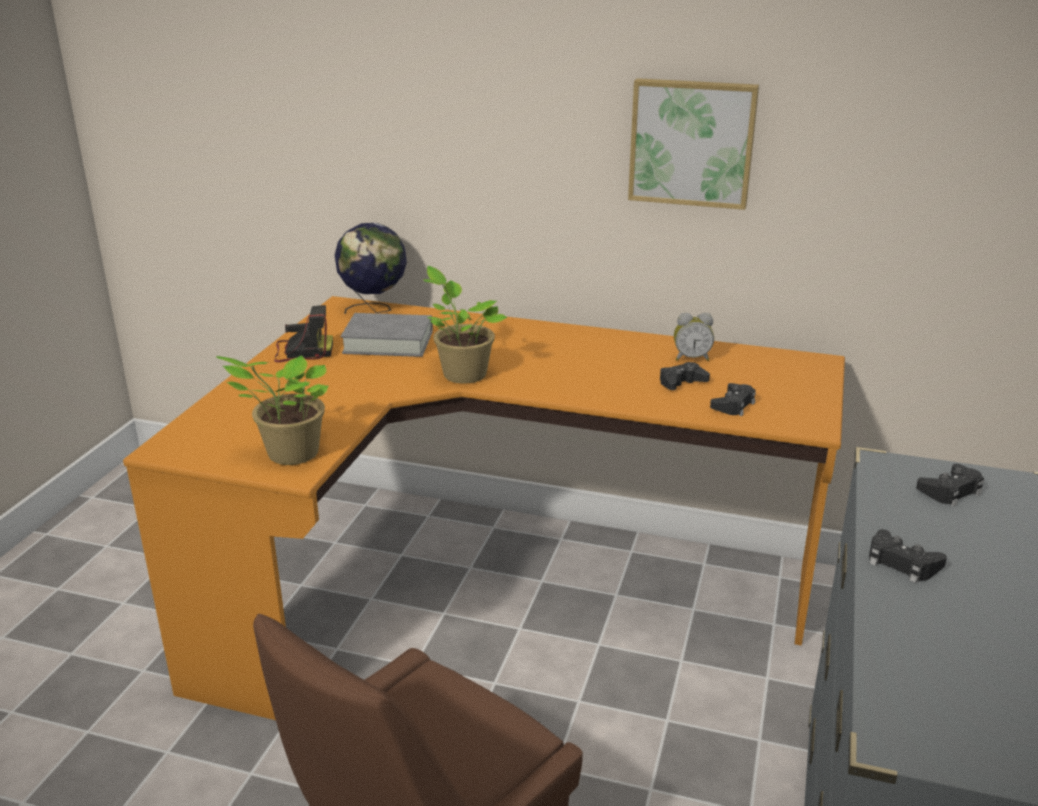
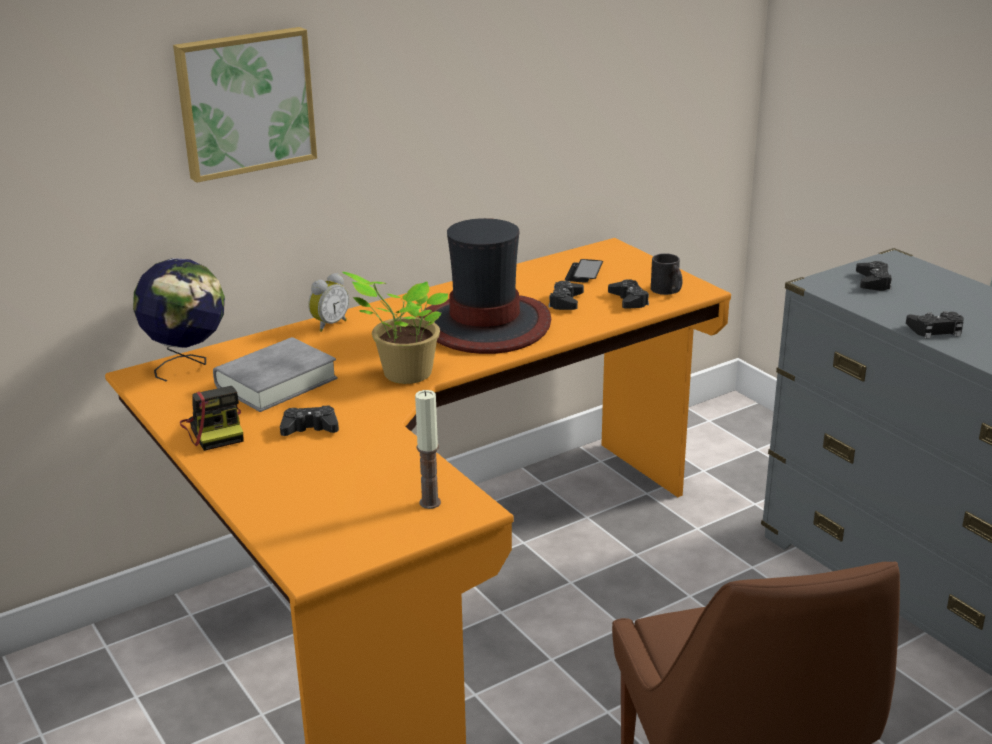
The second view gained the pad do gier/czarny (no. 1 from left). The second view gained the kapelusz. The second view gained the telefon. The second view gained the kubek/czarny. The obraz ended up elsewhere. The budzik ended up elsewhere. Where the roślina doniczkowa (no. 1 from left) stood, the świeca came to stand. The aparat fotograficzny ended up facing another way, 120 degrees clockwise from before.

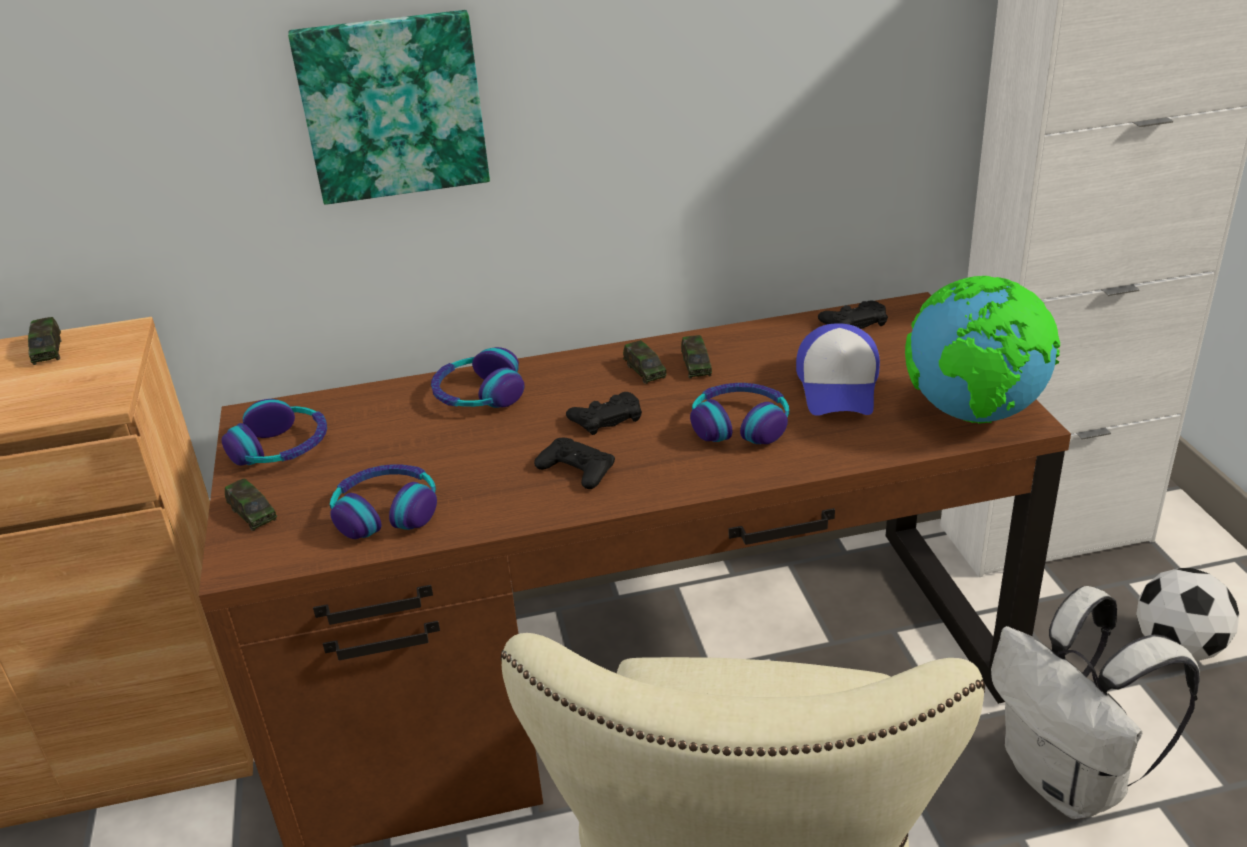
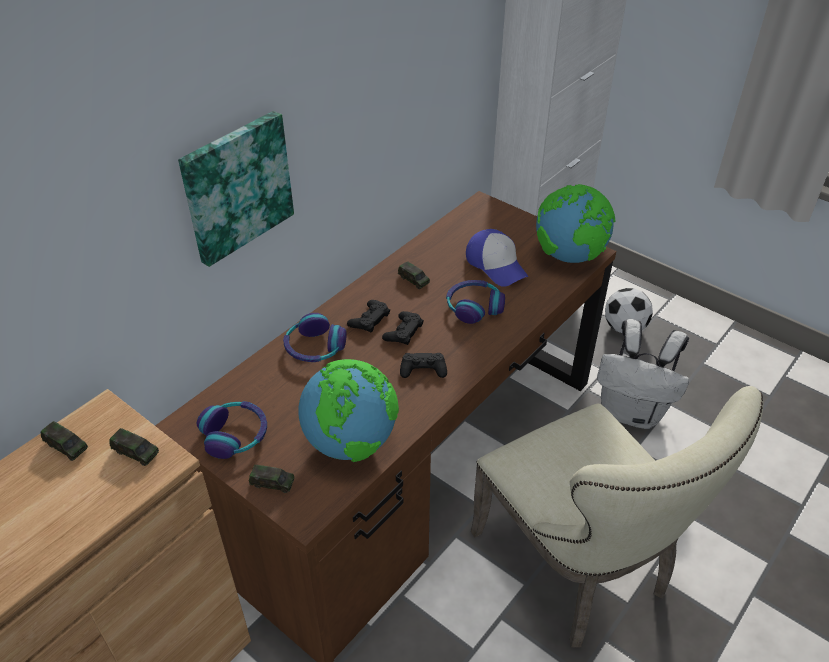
The samochodzik (no. 3 from left in the first image) ended up elsewhere. The pad do gier/czarny (no. 3 from left in the first image) ended up elsewhere. Where the słuchawki (no. 2 from left) stood, the globus (no. 1 from left) came to stand.

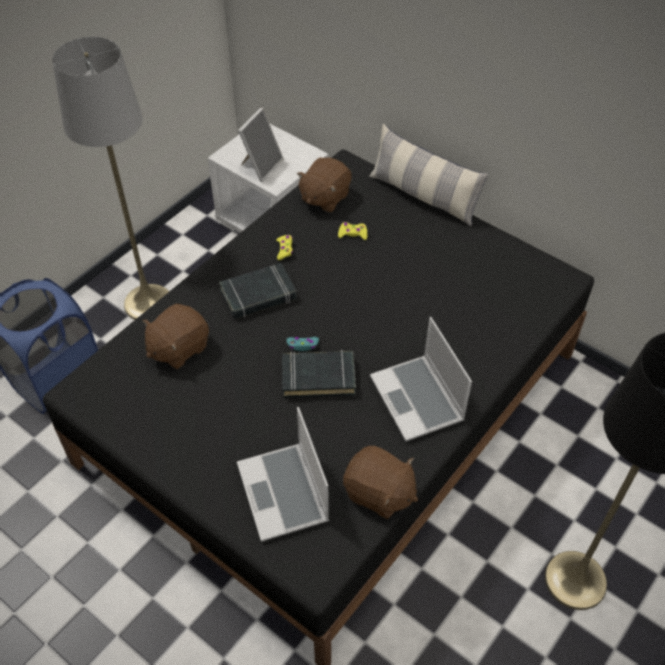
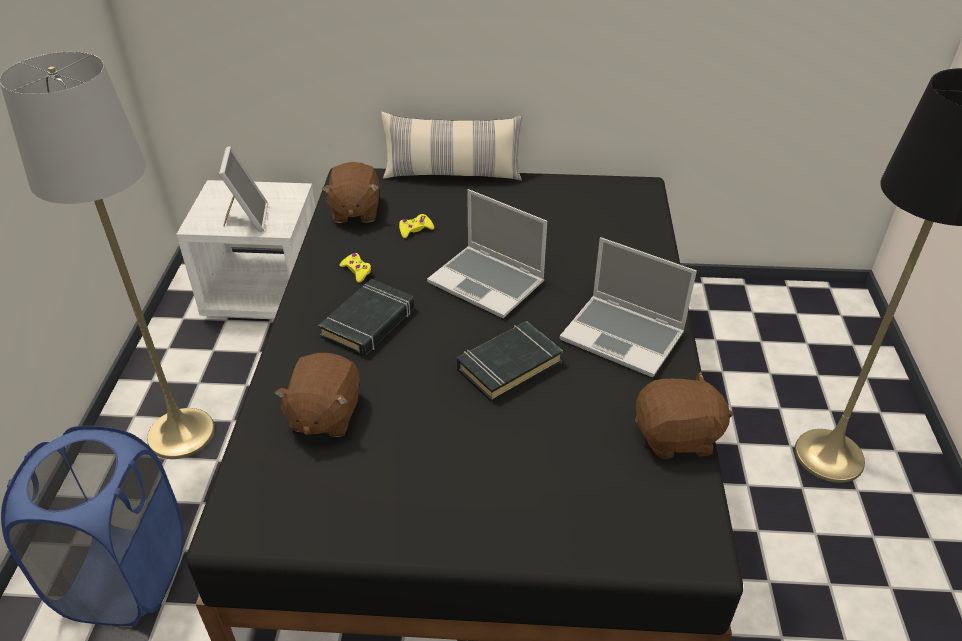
The second view lost the pad do gier/turkusowy. The laptop (no. 1 from left) ended up elsewhere.

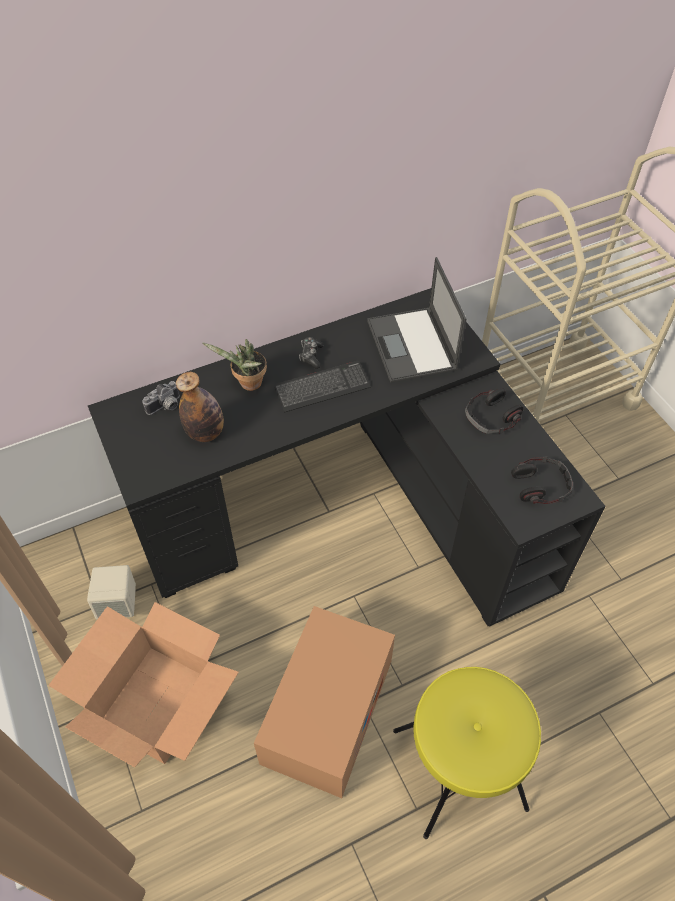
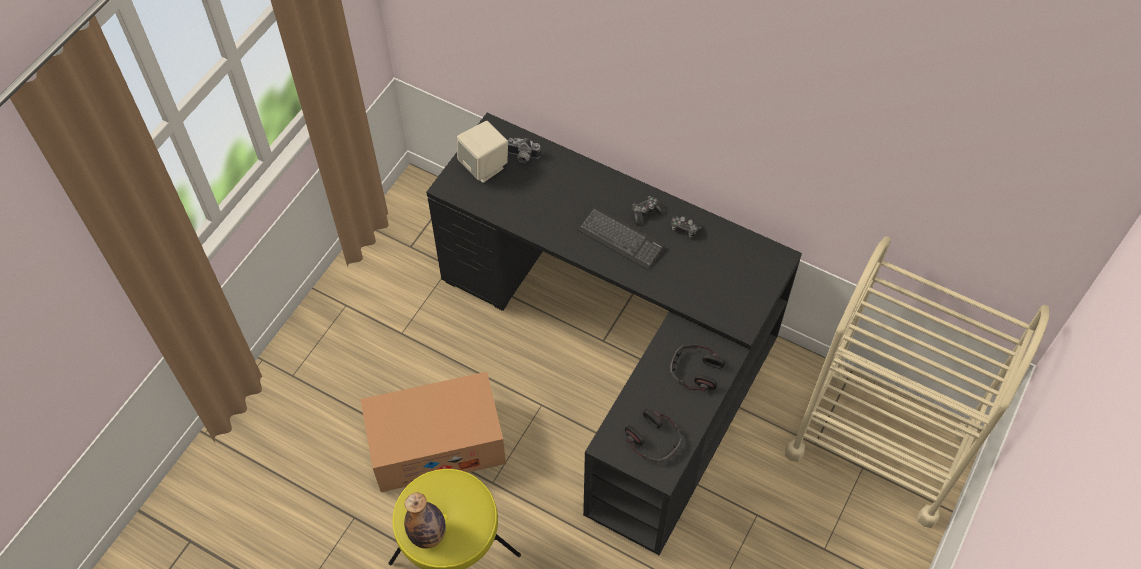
The second view lost the karton (no. 1 from left). The second view lost the roślina doniczkowa. The second view lost the laptop. The second view gained the pad do gier (no. 2 from left). The głośnik/beżowy ended up elsewhere. The butelka ended up elsewhere.

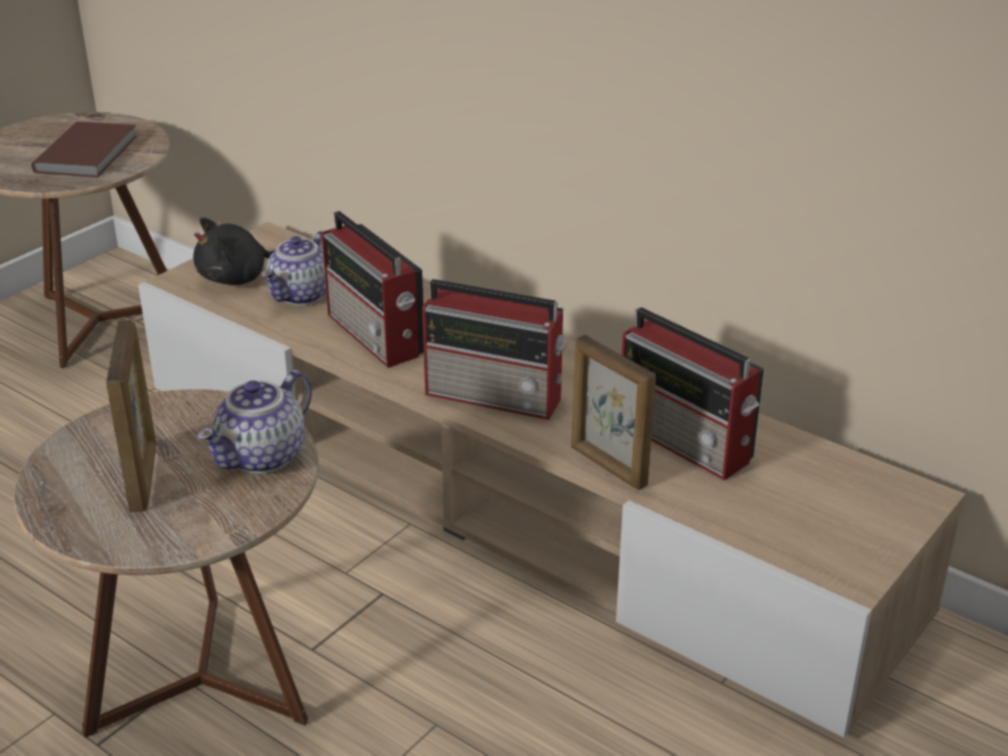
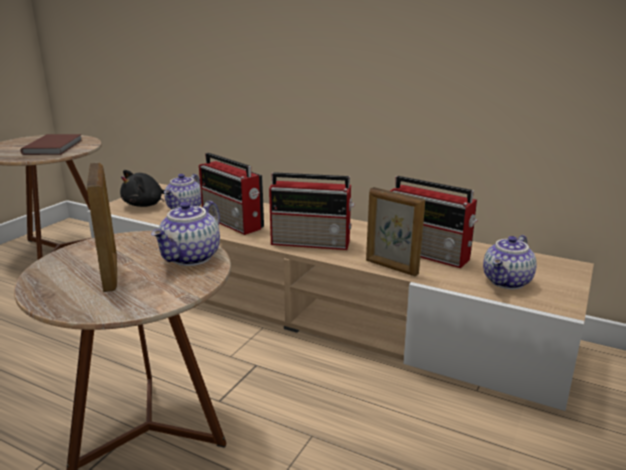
The second view gained the imbryk (no. 3 from left).

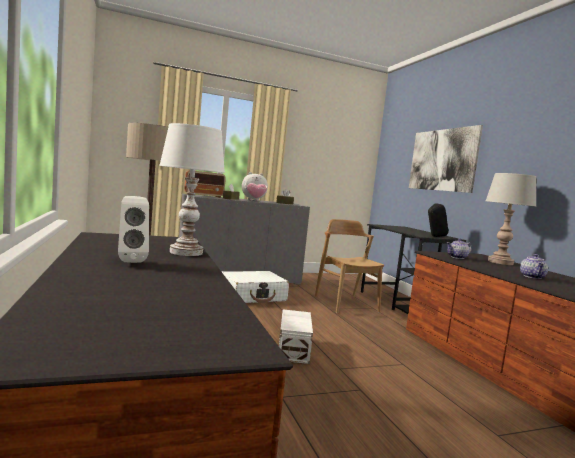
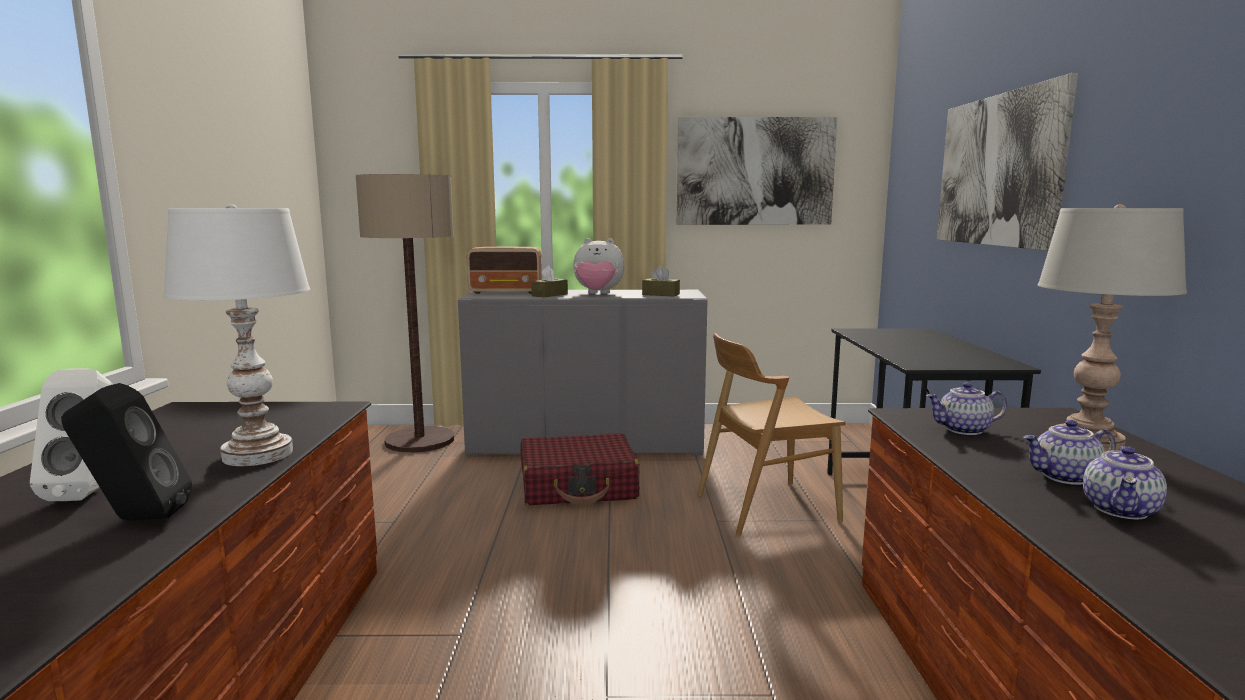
The second view lost the pojemnik do przechowywania/biały. The second view gained the obraz (no. 1 from left). The second view gained the imbryk (no. 2 from left). The głośnik/czarny ended up elsewhere. What was the walizka/biały turned into the walizka/czerwony. The krzesło/brązowy ended up facing another way, 105 degrees counterclockwise from before.

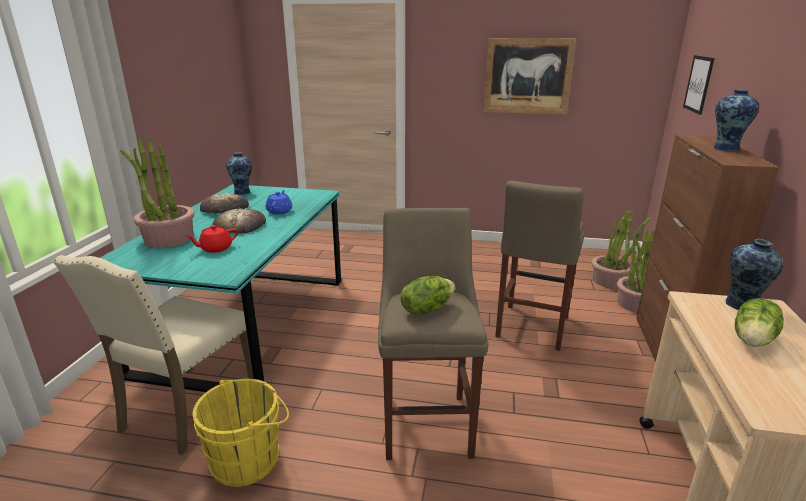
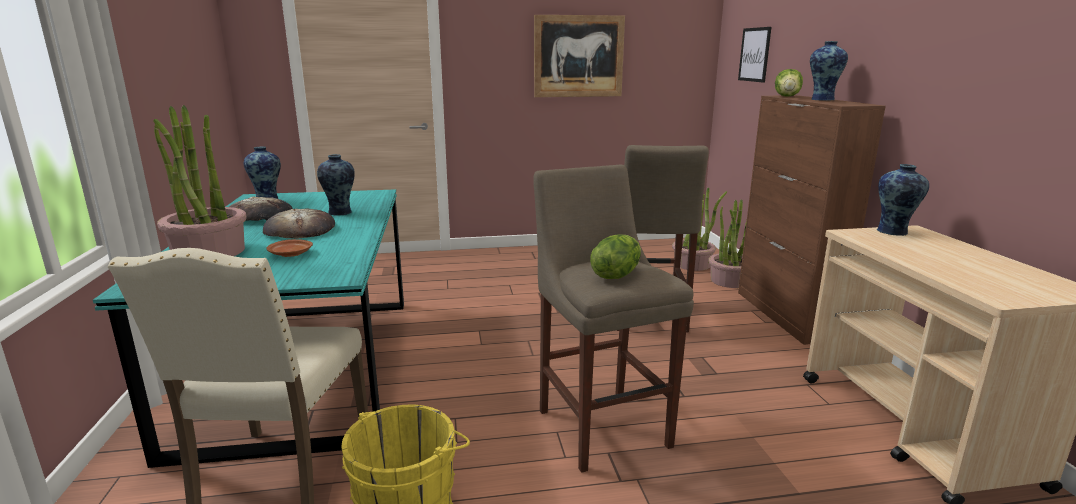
The sałata (no. 2 from left) ended up elsewhere. Where the imbryk/czerwony stood, the talerz/brązowy came to stand. Where the imbryk/niebieski stood, the wazon (no. 2 from left) came to stand.

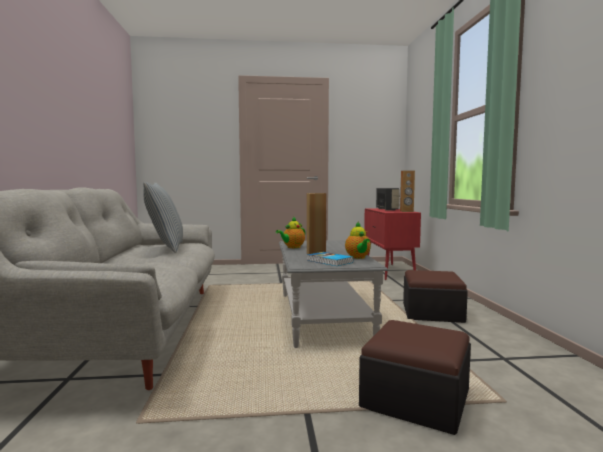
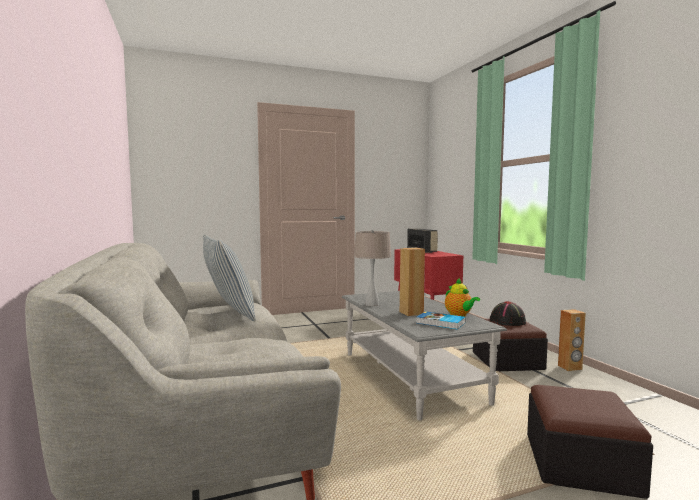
The second view gained the kapelusz/czarny. The głośnik/brązowy (no. 2 from left) ended up elsewhere. Where the imbryk (no. 1 from left) stood, the lampa stołowa/beżowy came to stand.

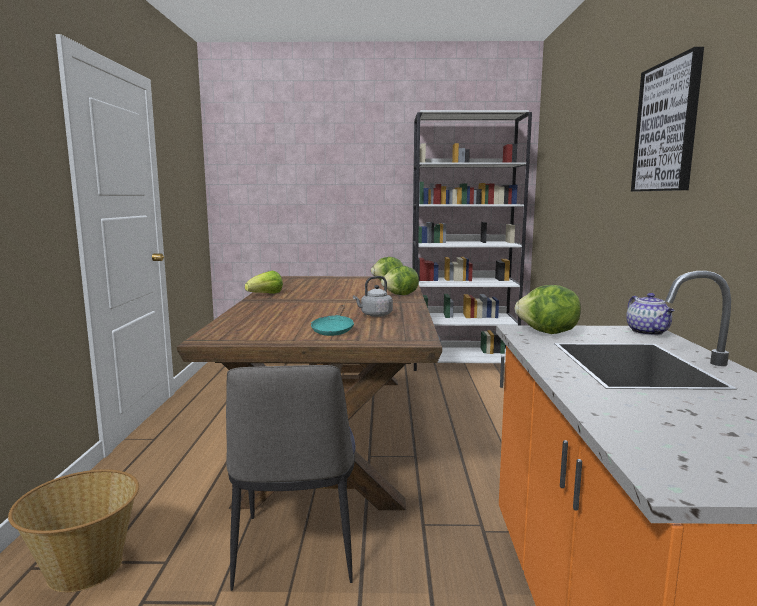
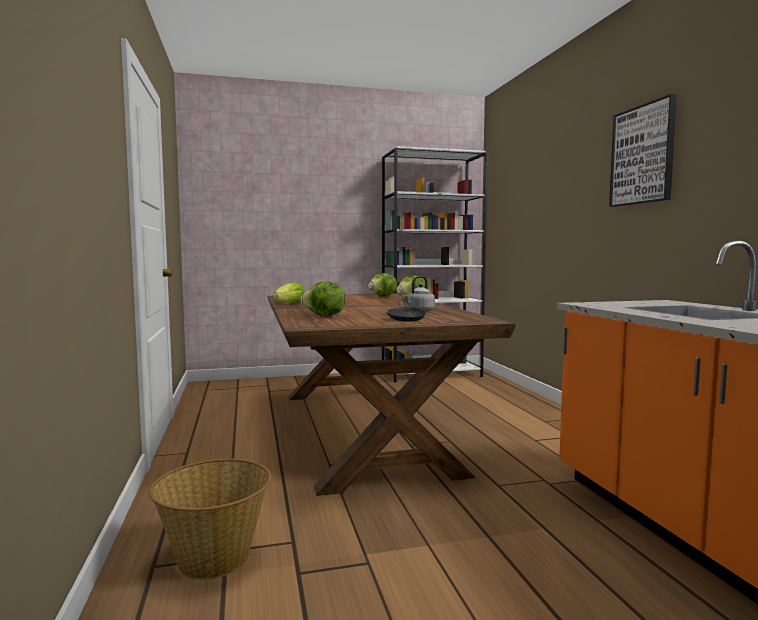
The second view lost the krzesło. The second view lost the imbryk. The sałata (no. 4 from left in the first image) ended up elsewhere. What was the patelnia/turkusowy turned into the patelnia/czarny.

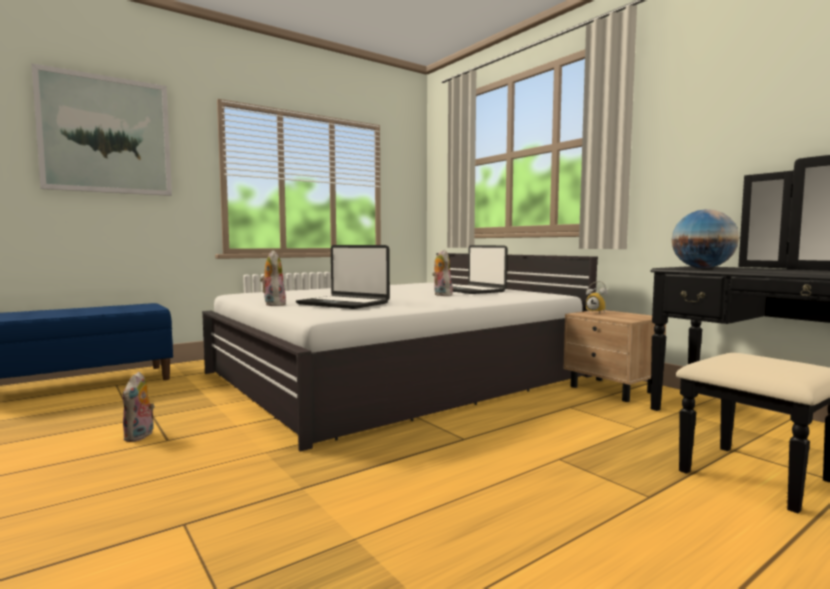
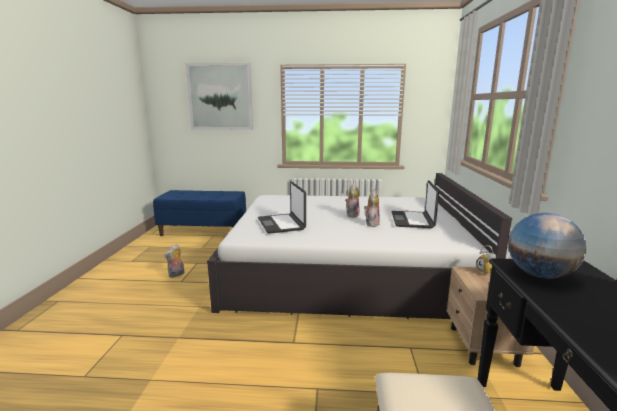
The pluszak (no. 2 from left) ended up elsewhere.

